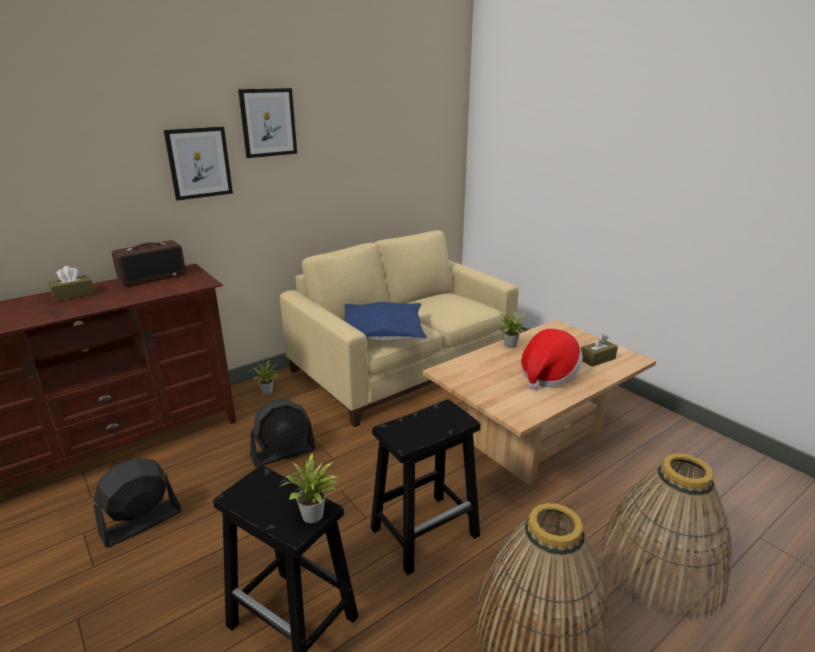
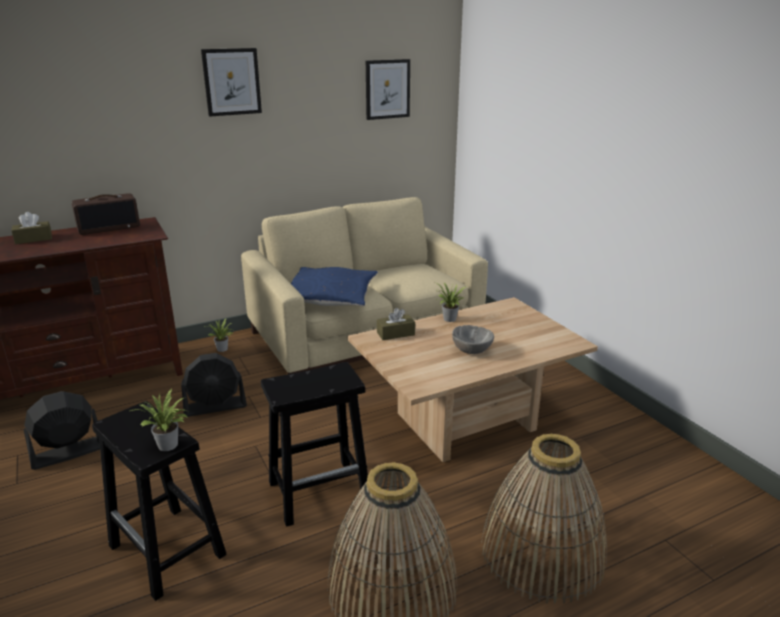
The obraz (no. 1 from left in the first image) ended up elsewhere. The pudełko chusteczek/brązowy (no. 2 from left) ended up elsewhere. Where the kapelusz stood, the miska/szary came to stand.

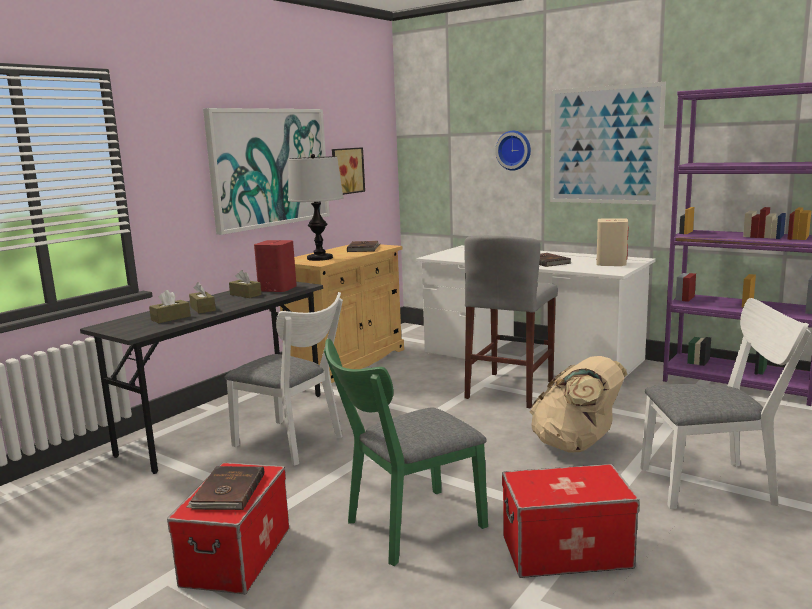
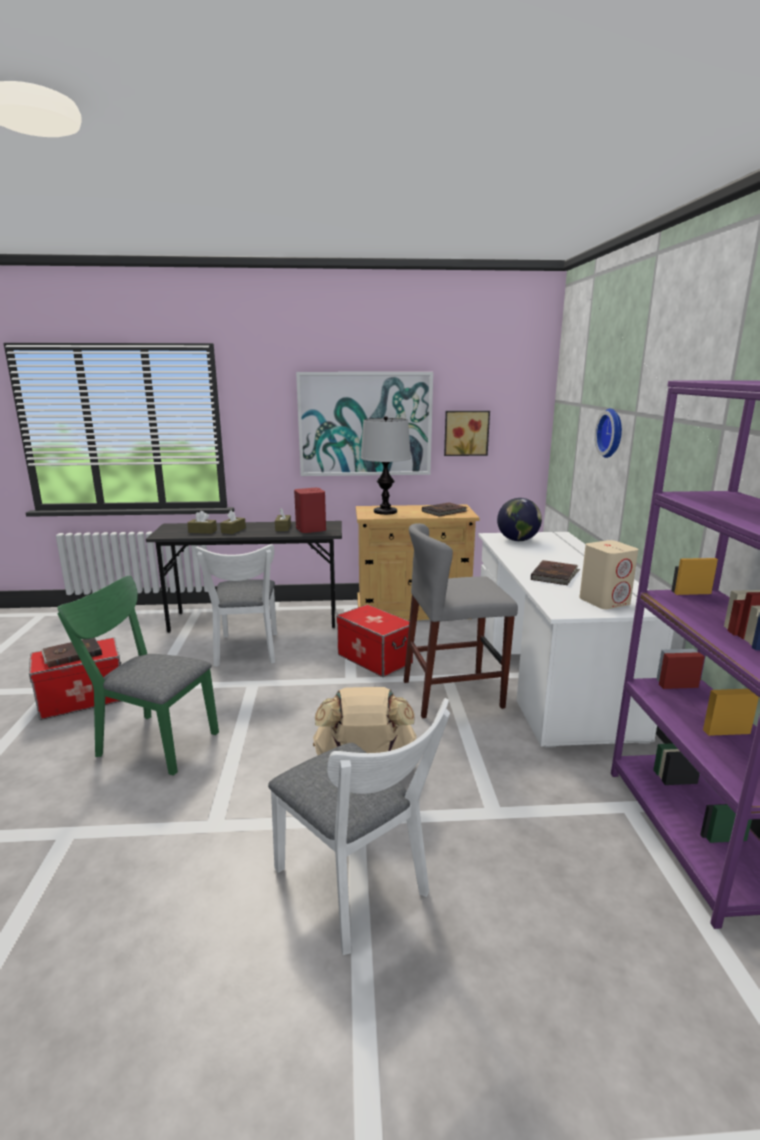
The second view lost the obraz (no. 3 from left). The second view gained the globus. The pojemnik do przechowywania (no. 2 from left) ended up elsewhere.

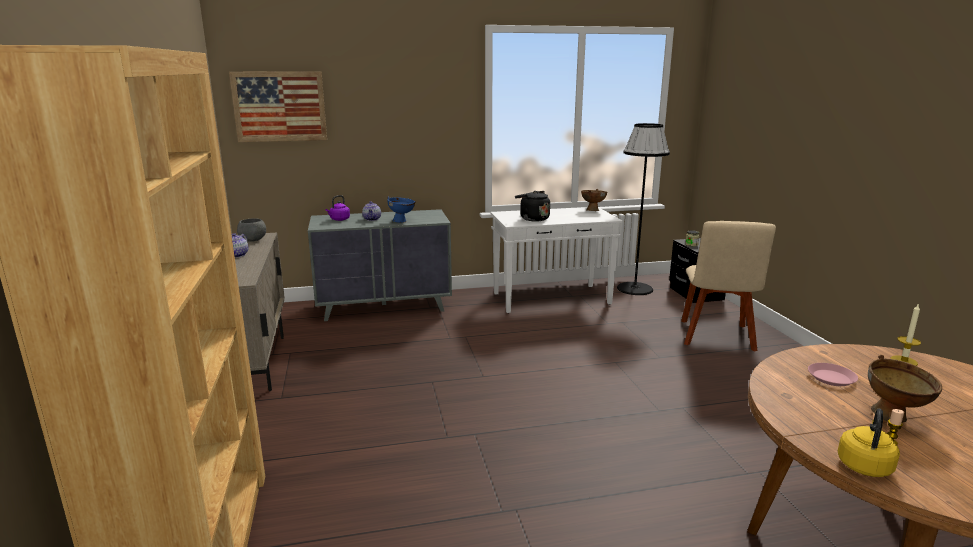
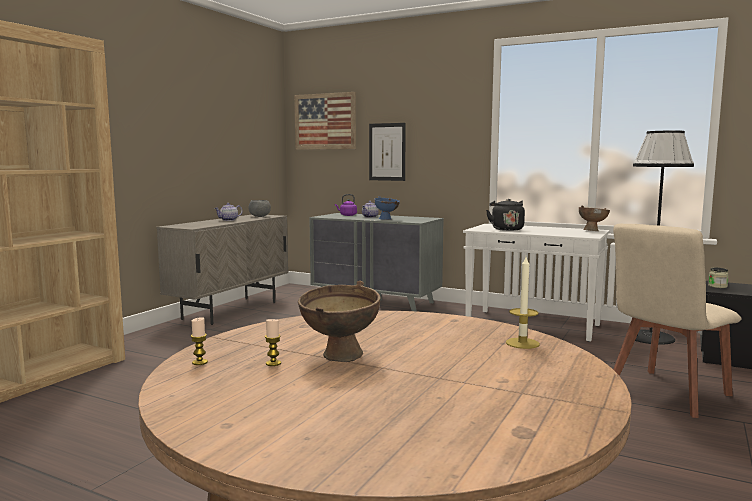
The second view lost the talerz/różowy. The second view gained the obraz (no. 2 from left). Where the czajnik/żółty stood, the świeca (no. 1 from left) came to stand.

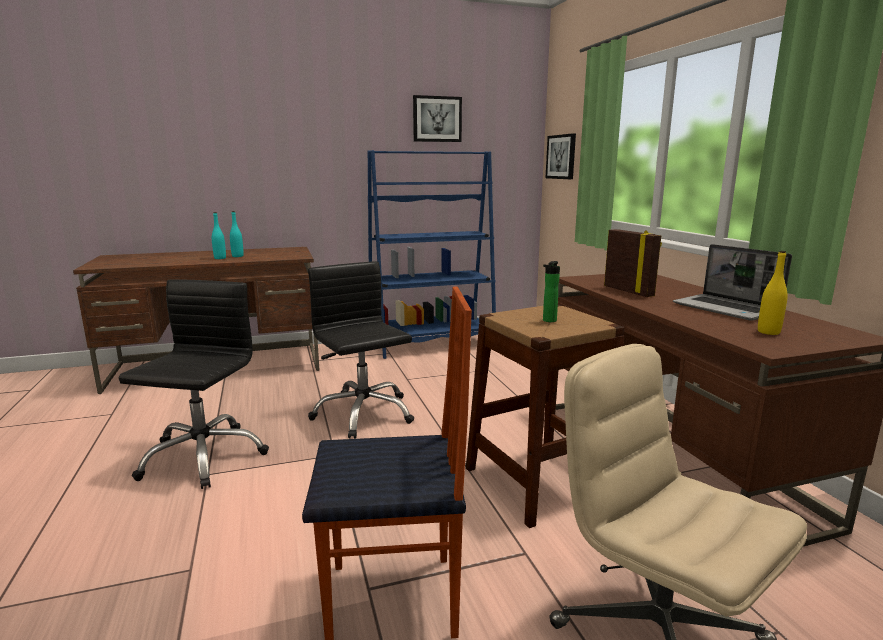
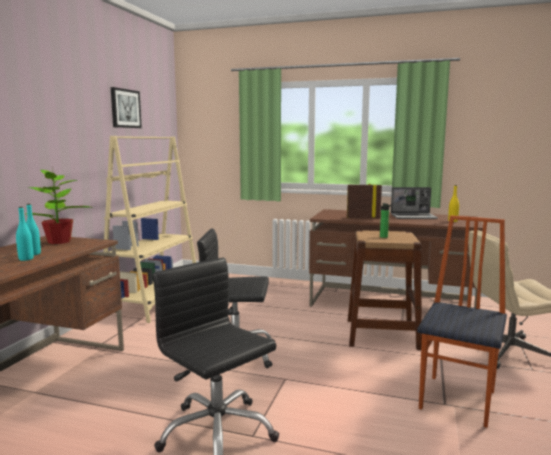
The second view lost the obraz (no. 2 from left). The second view gained the roślina doniczkowa. What was the regał/niebieski turned into the regał/beżowy.

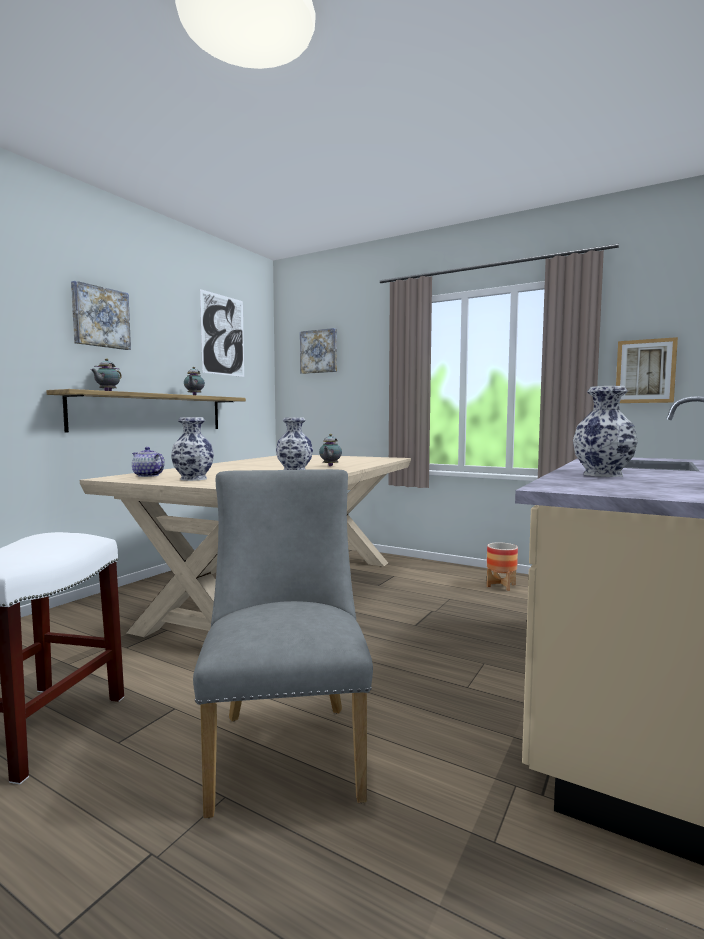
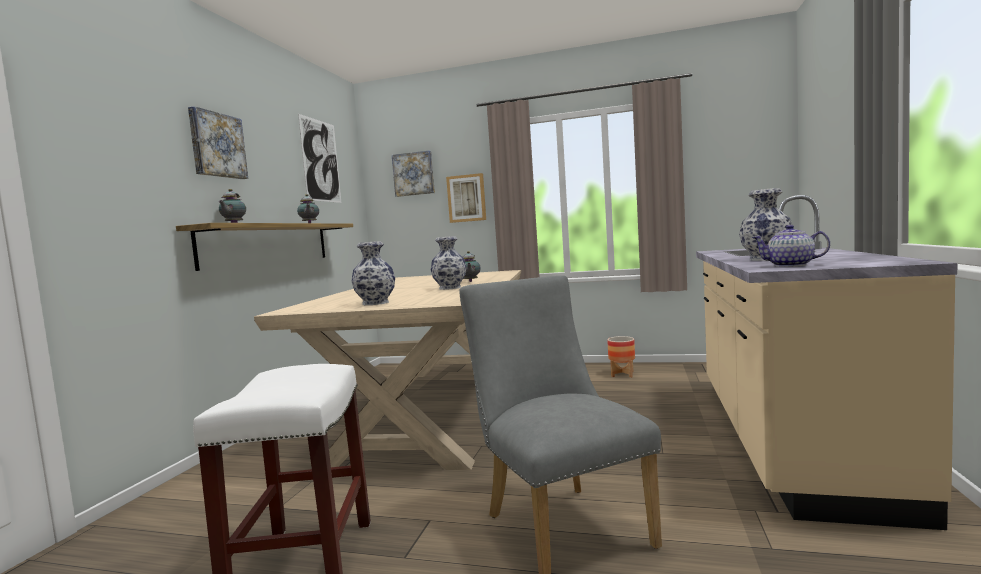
The imbryk (no. 2 from left in the first image) ended up elsewhere. The obraz (no. 4 from left) ended up elsewhere.

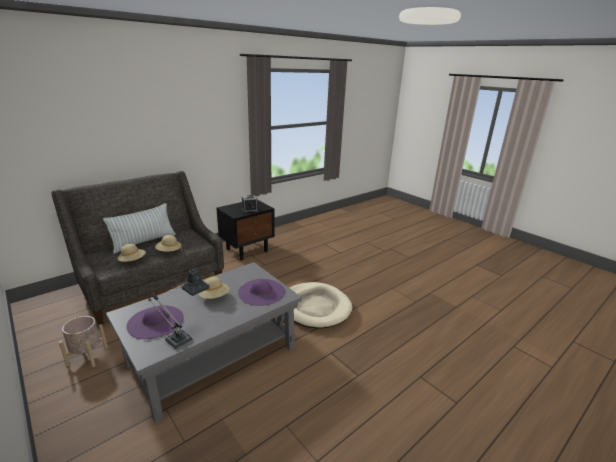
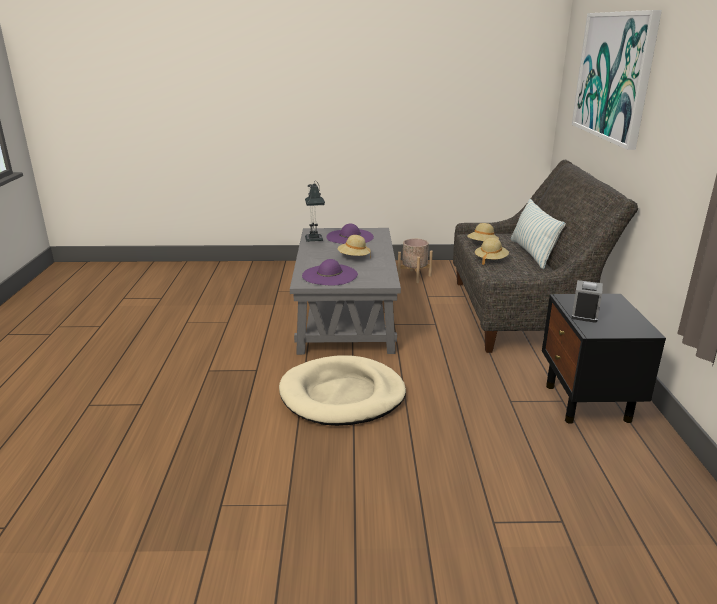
The second view gained the obraz.

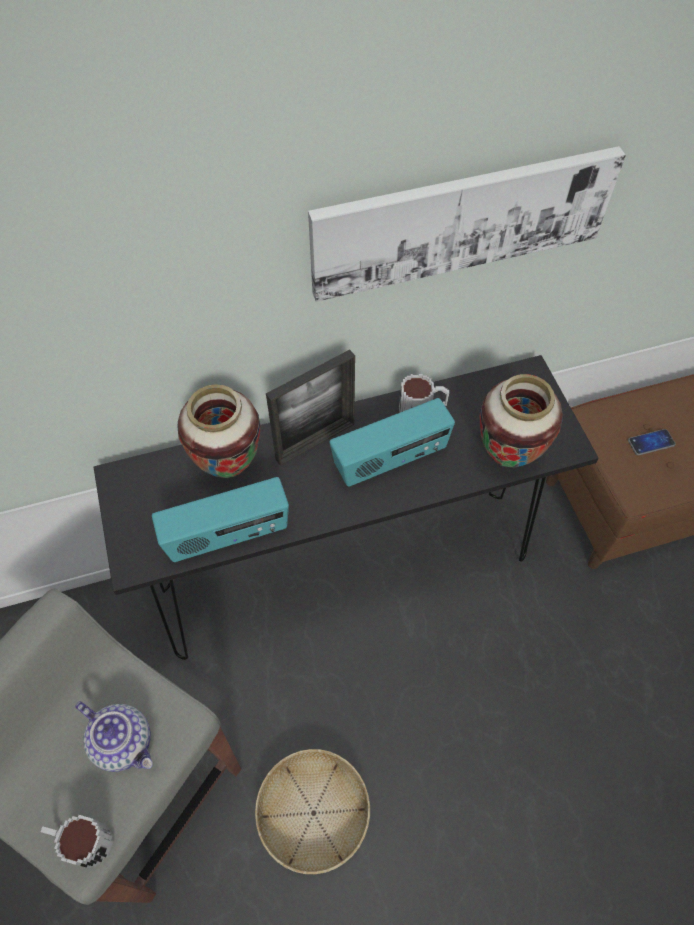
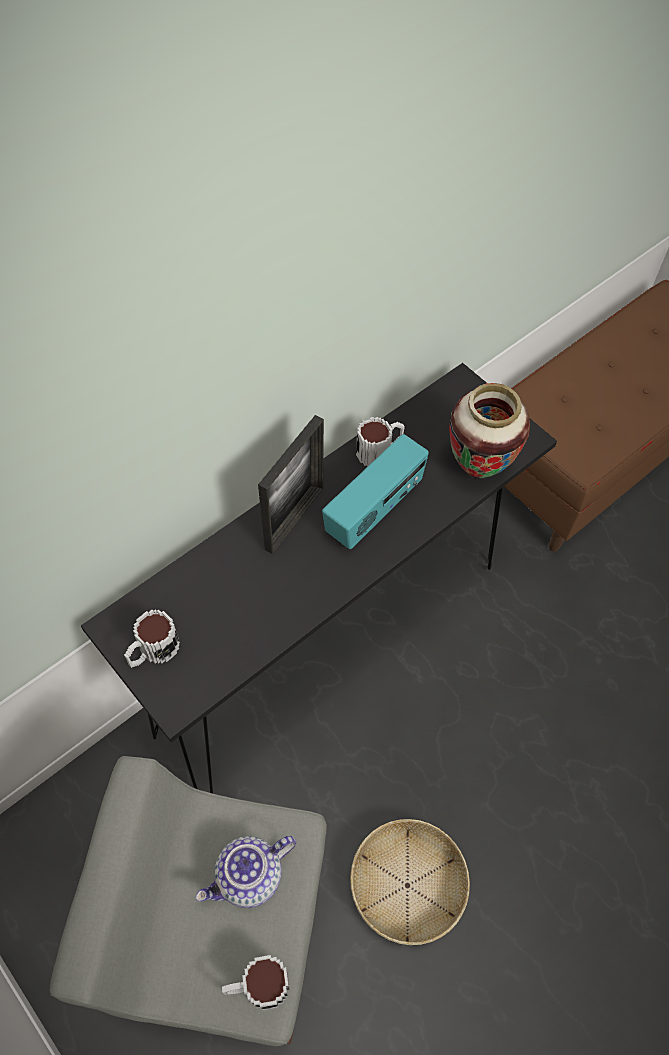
The second view lost the radio (no. 1 from left). The second view lost the wazon (no. 1 from left). The second view lost the obraz. The second view lost the telefon. The second view gained the kubek (no. 1 from left). The imbryk ended up facing another way, 135 degrees clockwise from before.

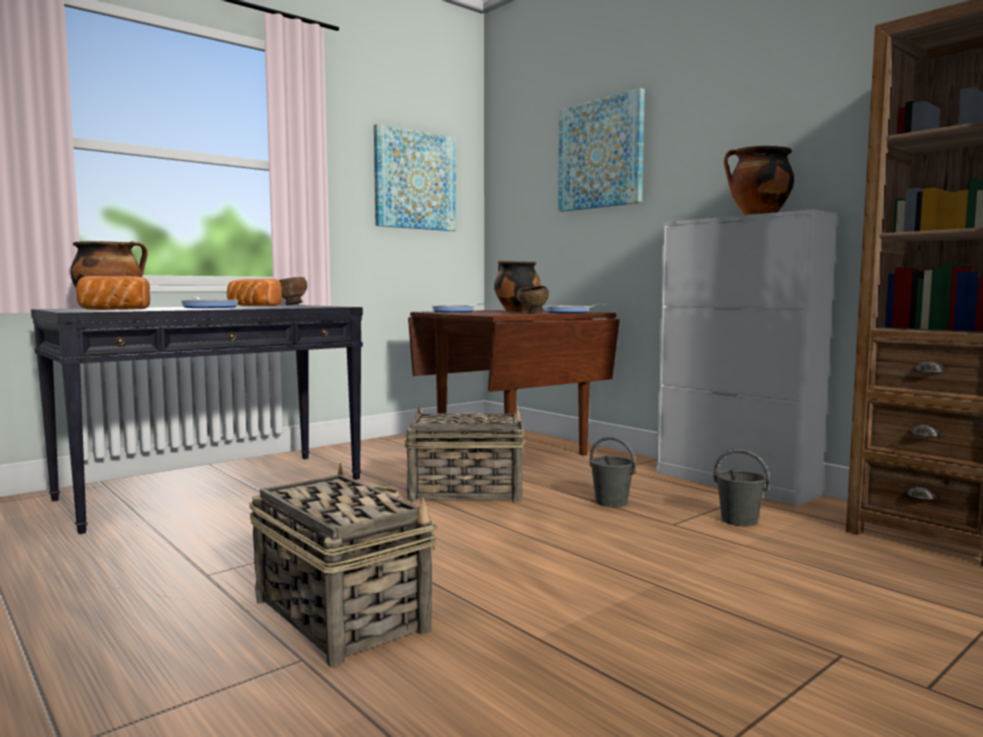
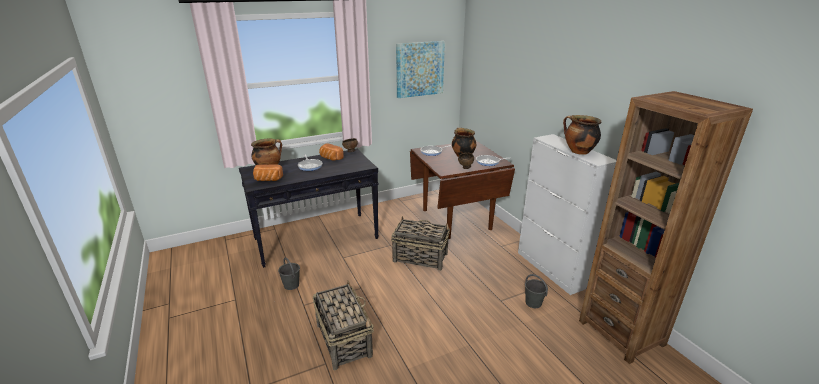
The second view lost the obraz (no. 2 from left). The wiadro/szary (no. 1 from left) ended up elsewhere.

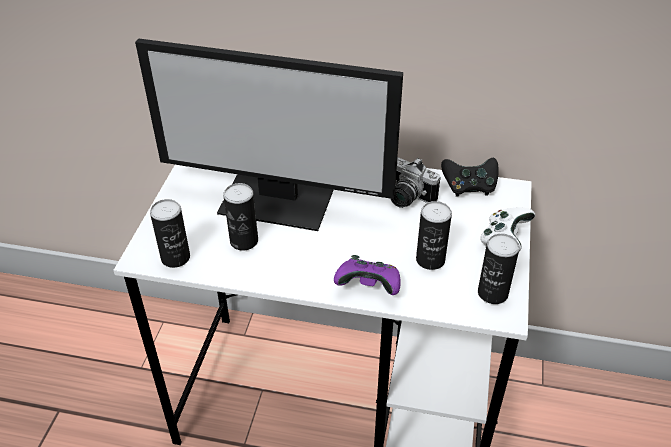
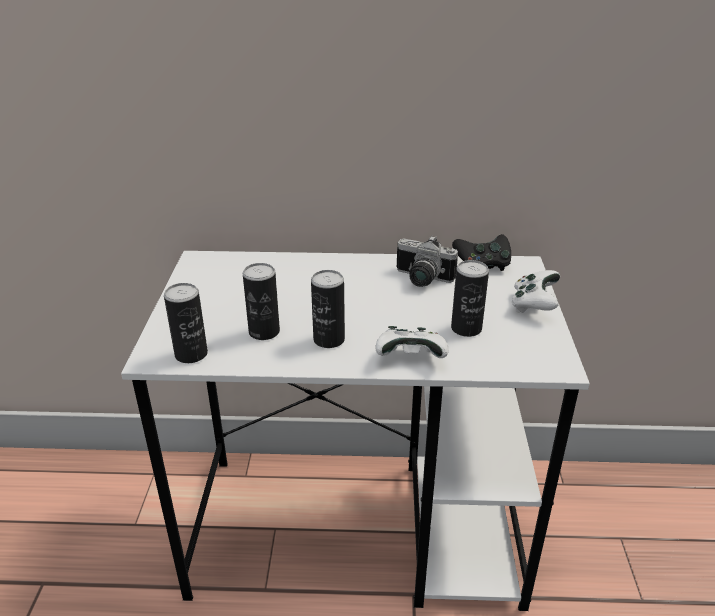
The second view lost the monitor. The puszka (no. 4 from left in the first image) ended up elsewhere. What was the pad do gier/fioletowy turned into the pad do gier/biały (no. 1 from left).

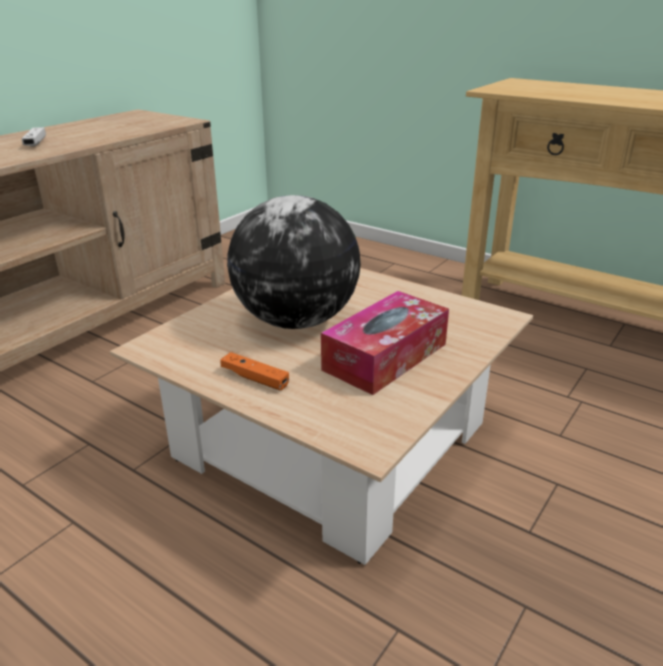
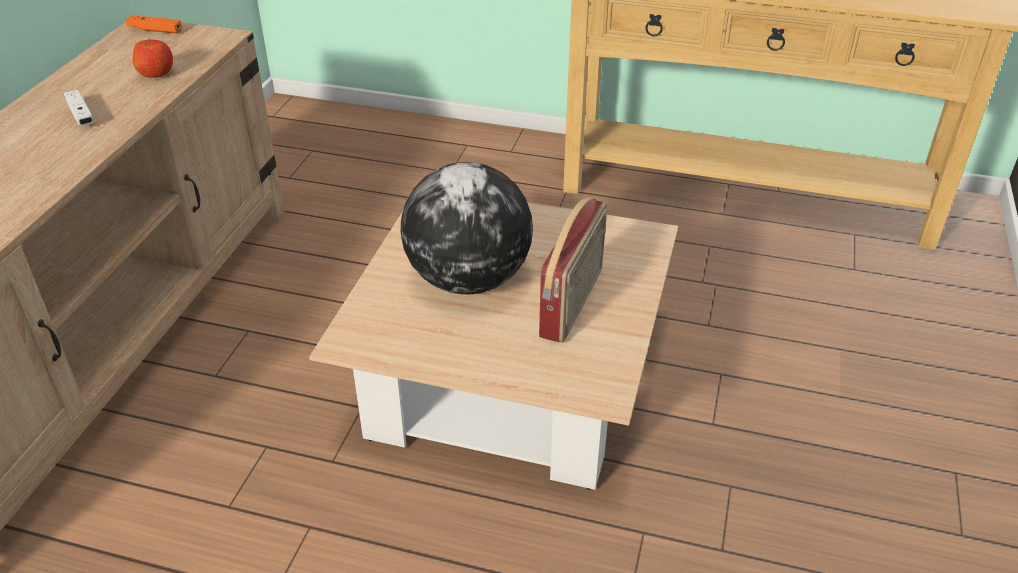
The second view gained the jabłko. The pad do gier/pomarańczowy ended up elsewhere. Where the pudełko chusteczek stood, the radio came to stand.

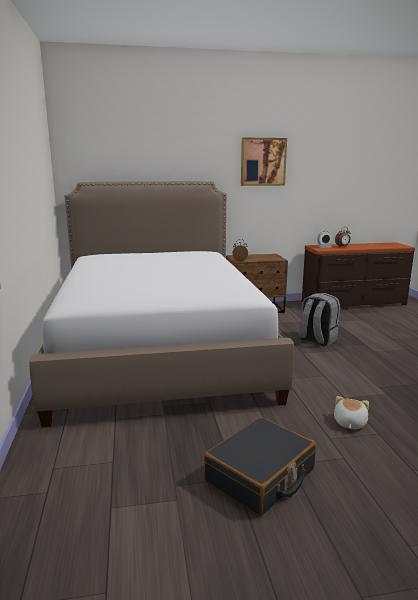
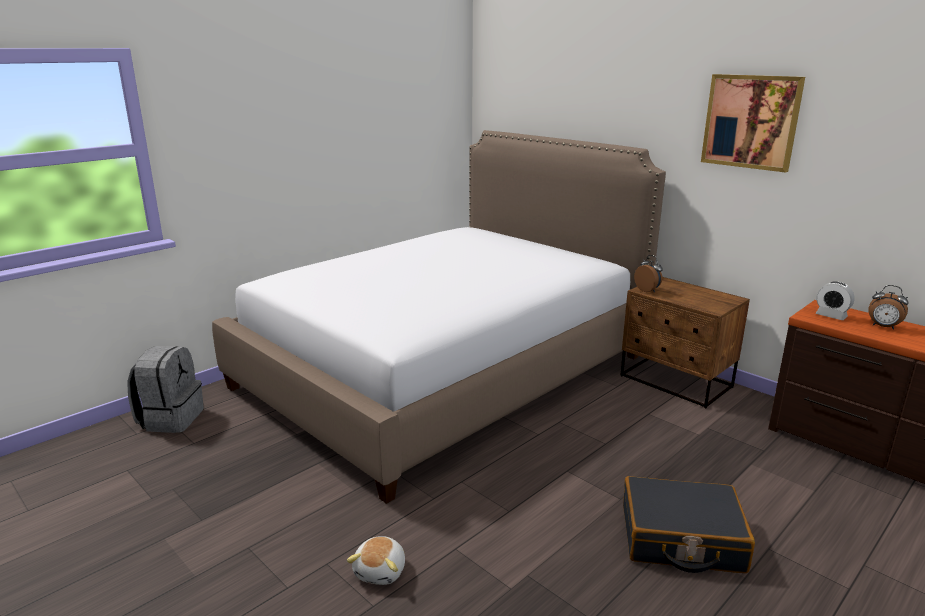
The walizka/czarny ended up elsewhere. The plecak/szary ended up elsewhere. The pluszak ended up facing another way, 120 degrees clockwise from before.

